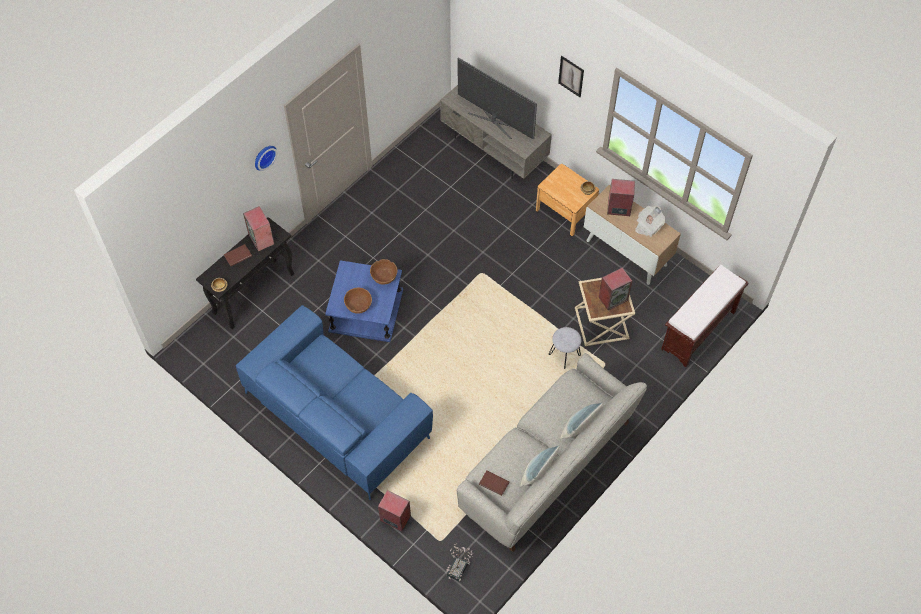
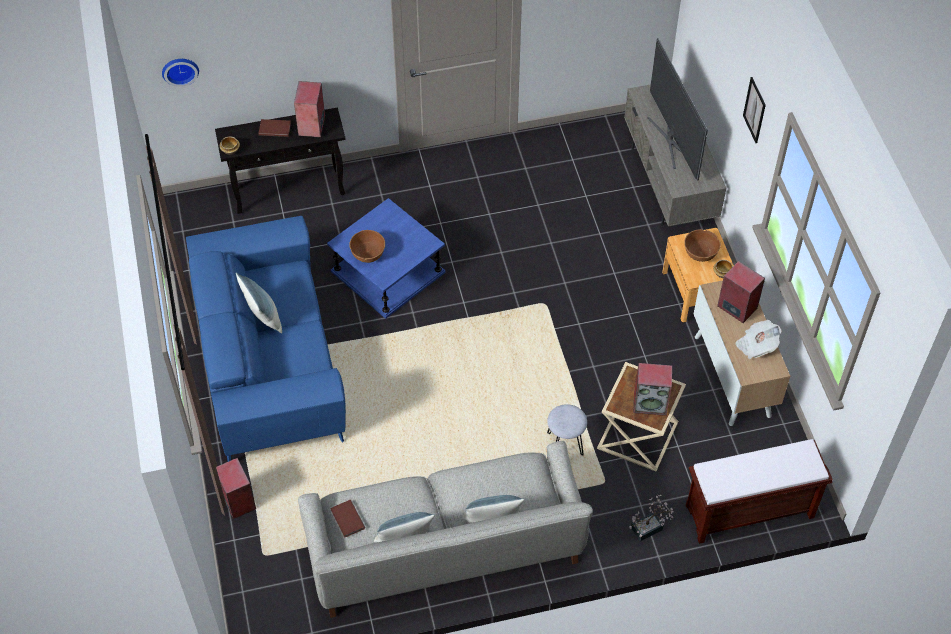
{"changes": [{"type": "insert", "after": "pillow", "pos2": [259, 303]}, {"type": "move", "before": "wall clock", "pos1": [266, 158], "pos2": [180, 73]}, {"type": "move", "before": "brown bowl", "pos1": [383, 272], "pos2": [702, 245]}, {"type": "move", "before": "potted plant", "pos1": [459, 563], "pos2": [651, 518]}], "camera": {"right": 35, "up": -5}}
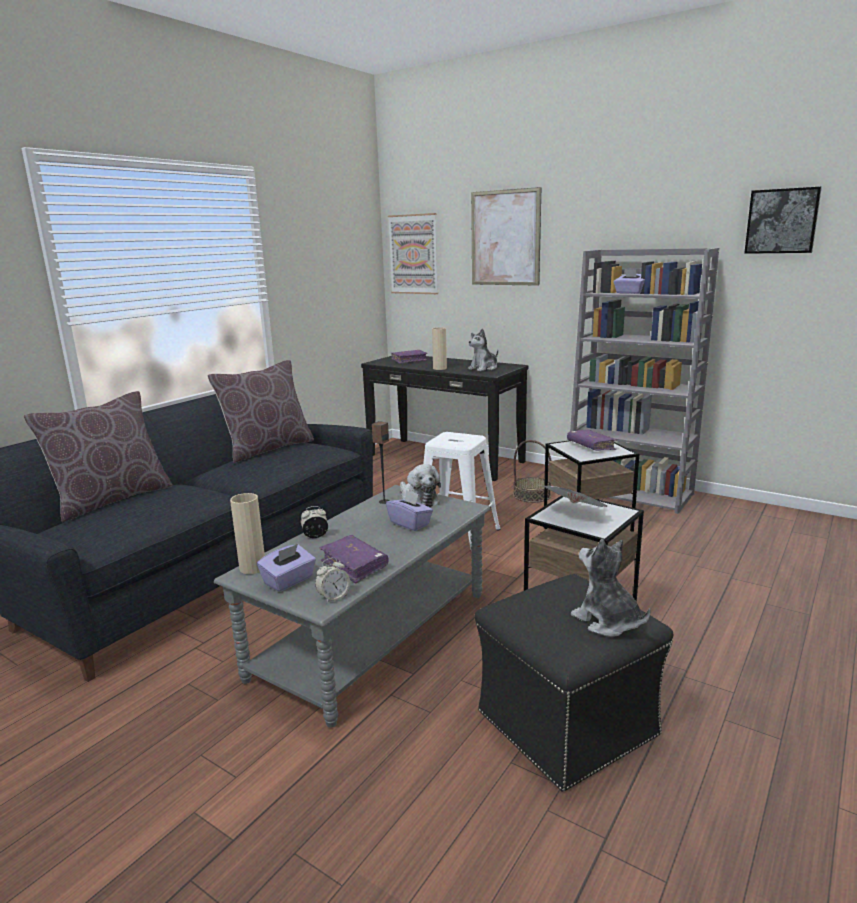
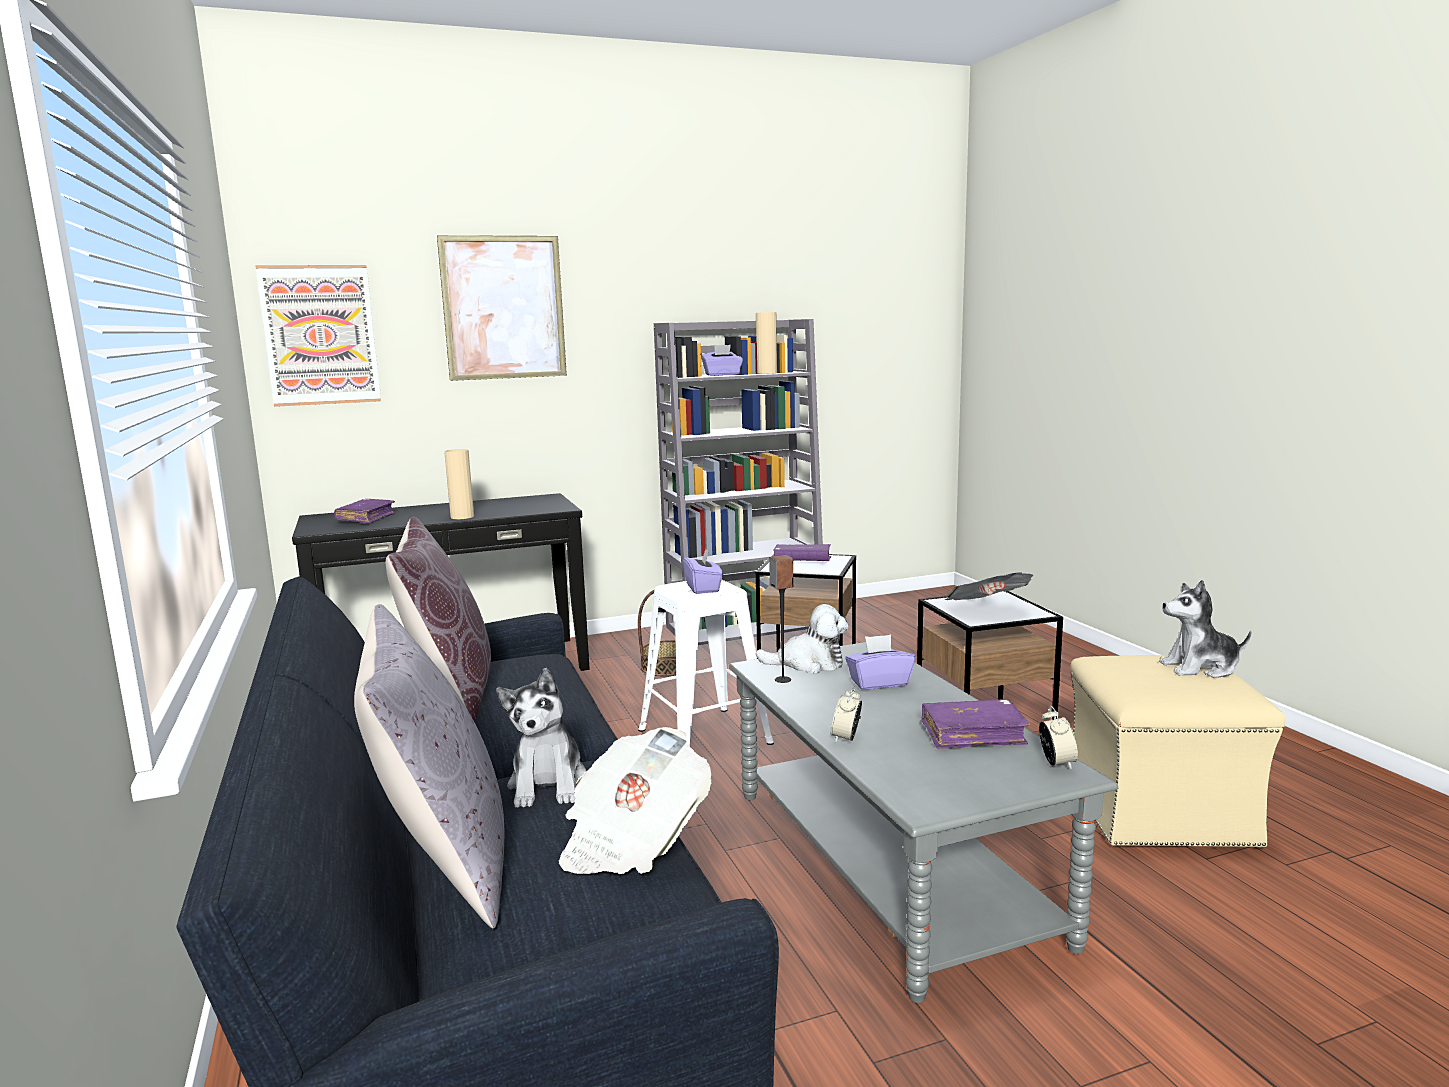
{"changes": [{"type": "delete", "before": "picture", "pos1": [783, 220]}, {"type": "insert", "after": "newspaper", "pos2": [635, 800]}, {"type": "move", "before": "beige vase", "pos1": [247, 533], "pos2": [766, 343]}, {"type": "move", "before": "purple tissue box", "pos1": [286, 568], "pos2": [703, 571]}, {"type": "move", "before": "plush toy", "pos1": [483, 349], "pos2": [541, 738]}, {"type": "recolor", "before": "brown pillow", "after": "grey pillow", "pos1": [97, 456], "pos2": [429, 766]}, {"type": "recolor", "before": "black ottoman", "after": "beige ottoman", "pos1": [573, 683], "pos2": [1178, 751]}], "camera": {"right": -55, "up": -5}}
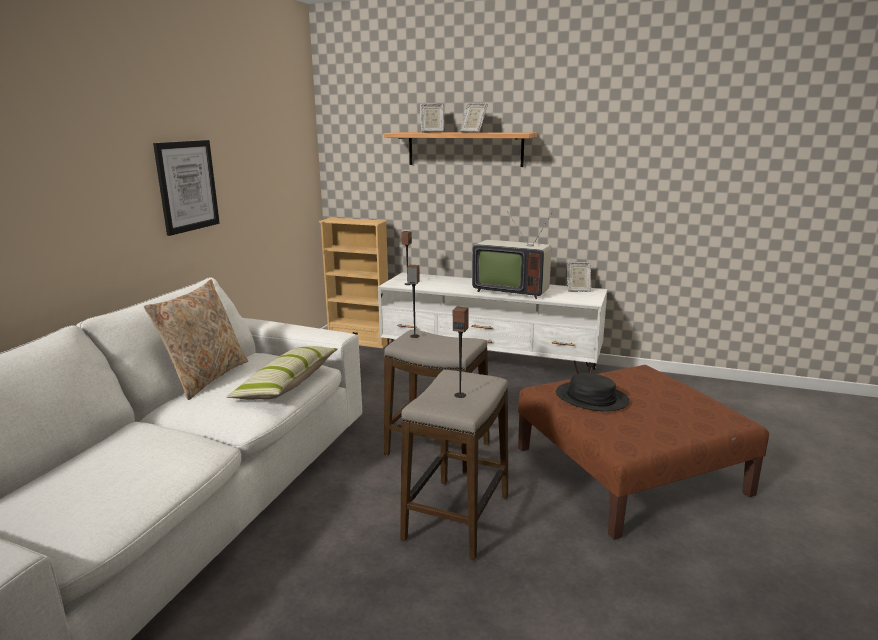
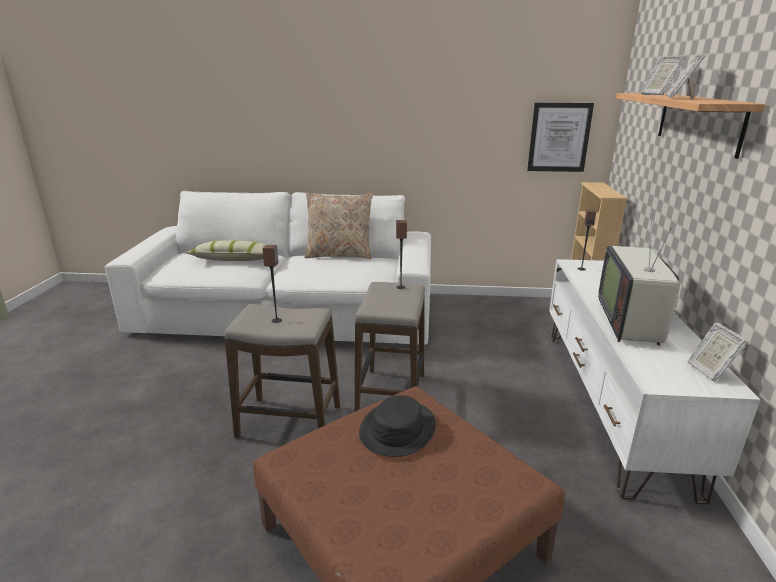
{"changes": [{"type": "move", "before": "picture", "pos1": [186, 188], "pos2": [560, 137]}, {"type": "move", "before": "pillow", "pos1": [282, 373], "pos2": [227, 250]}], "camera": {"right": 75, "up": 5}}
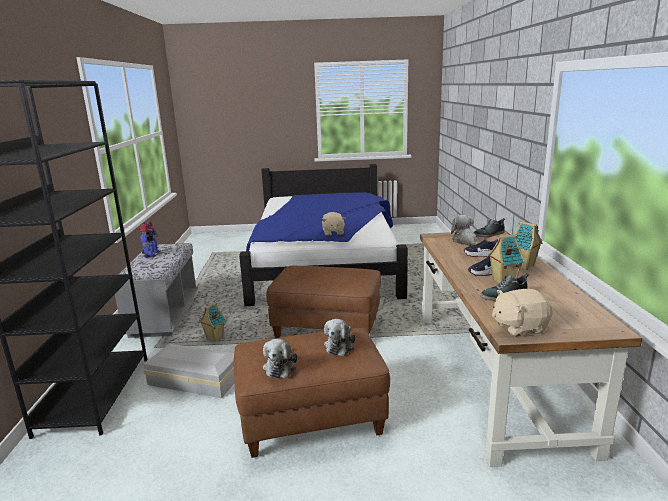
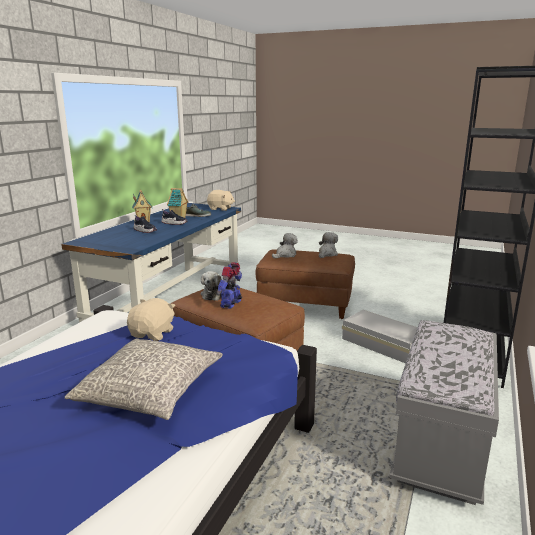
{"changes": [{"type": "delete", "before": "toy house", "pos1": [212, 321]}, {"type": "delete", "before": "shoe", "pos1": [489, 227]}, {"type": "insert", "after": "grey pillow", "pos2": [144, 379]}, {"type": "move", "before": "toy robot", "pos1": [149, 239], "pos2": [229, 285]}, {"type": "move", "before": "plush toy", "pos1": [464, 230], "pos2": [211, 286]}, {"type": "recolor", "before": "brown desk", "after": "blue desk", "pos1": [531, 349], "pos2": [151, 263]}], "camera": {"right": -155, "up": 0}}
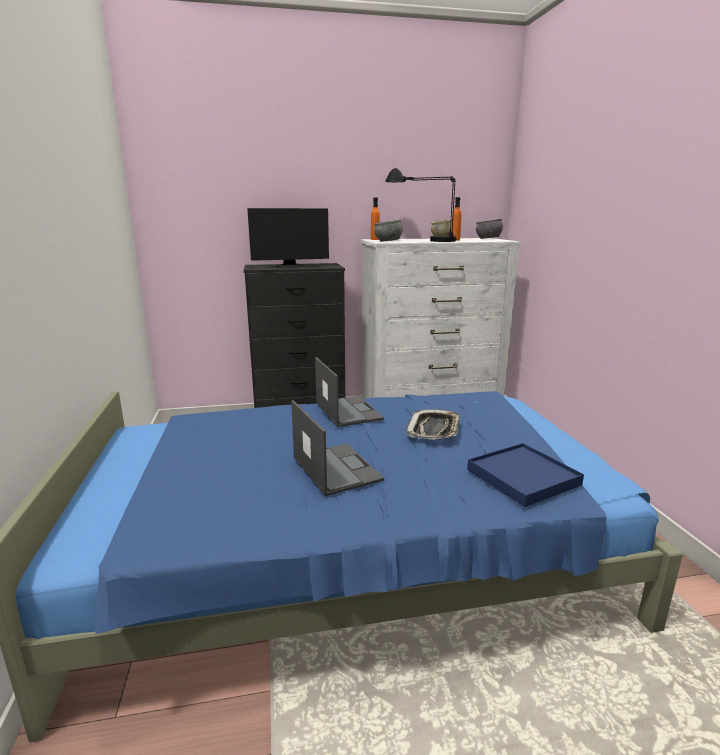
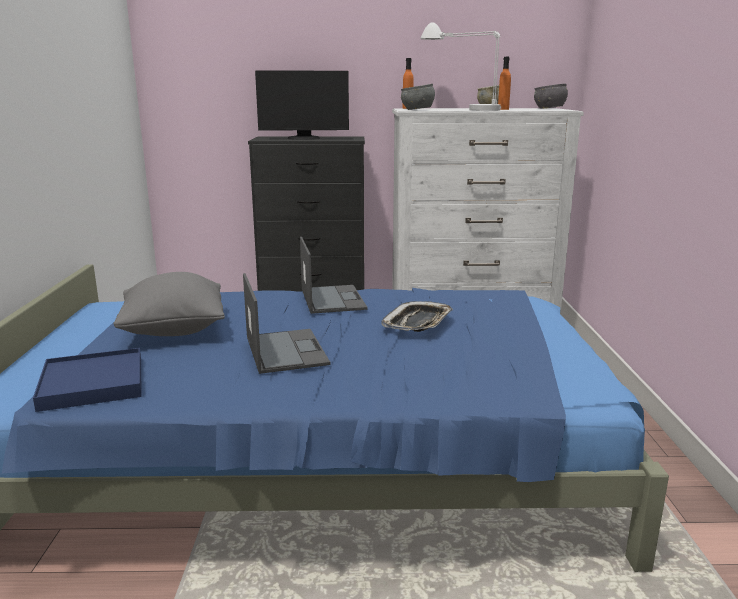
{"changes": [{"type": "insert", "after": "grey pillow", "pos2": [169, 304]}, {"type": "move", "before": "blue tray", "pos1": [525, 475], "pos2": [87, 380]}, {"type": "recolor", "before": "black table lamp", "after": "white table lamp", "pos1": [421, 205], "pos2": [460, 66]}], "camera": {"right": 10, "up": 0}}
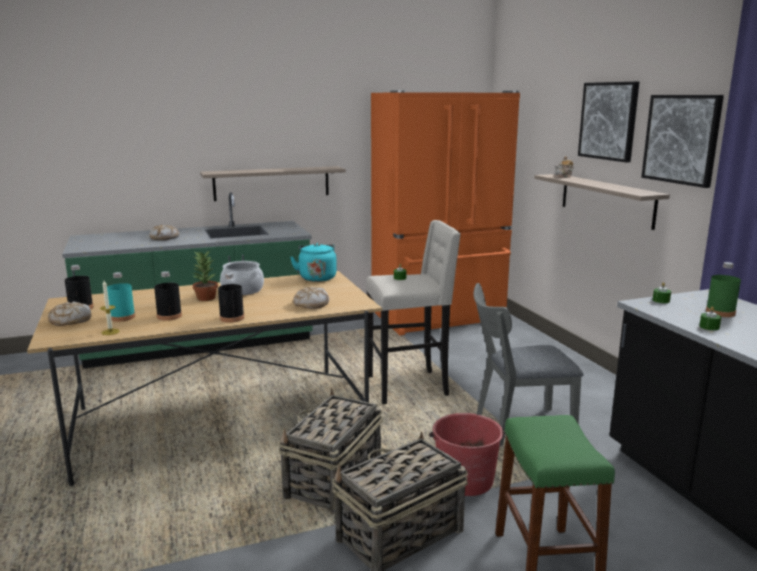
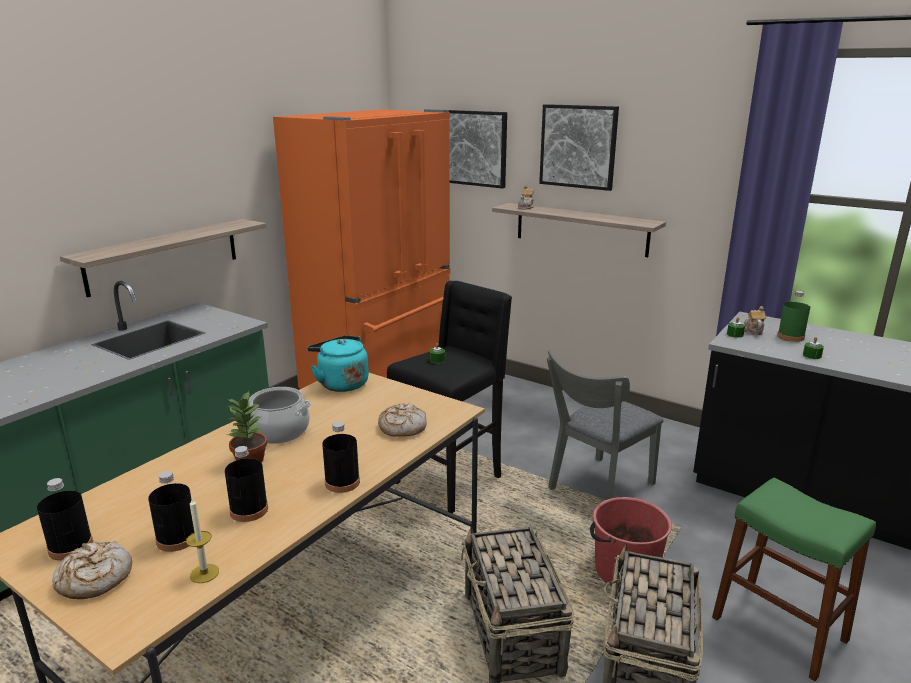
{"changes": [{"type": "delete", "before": "bread", "pos1": [164, 232]}, {"type": "insert", "after": "teapot", "pos2": [755, 320]}, {"type": "move", "before": "picture", "pos1": [682, 141], "pos2": [478, 149]}, {"type": "recolor", "before": "turquoise bottle", "after": "black bottle", "pos1": [121, 297], "pos2": [171, 511]}, {"type": "recolor", "before": "beige stool", "after": "black stool", "pos1": [413, 312], "pos2": [449, 397]}], "camera": {"right": -35, "up": 5}}
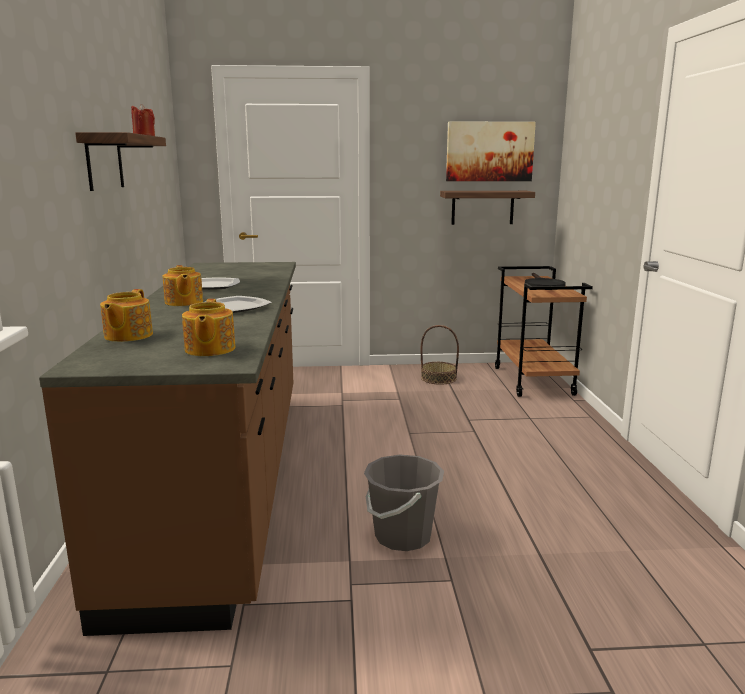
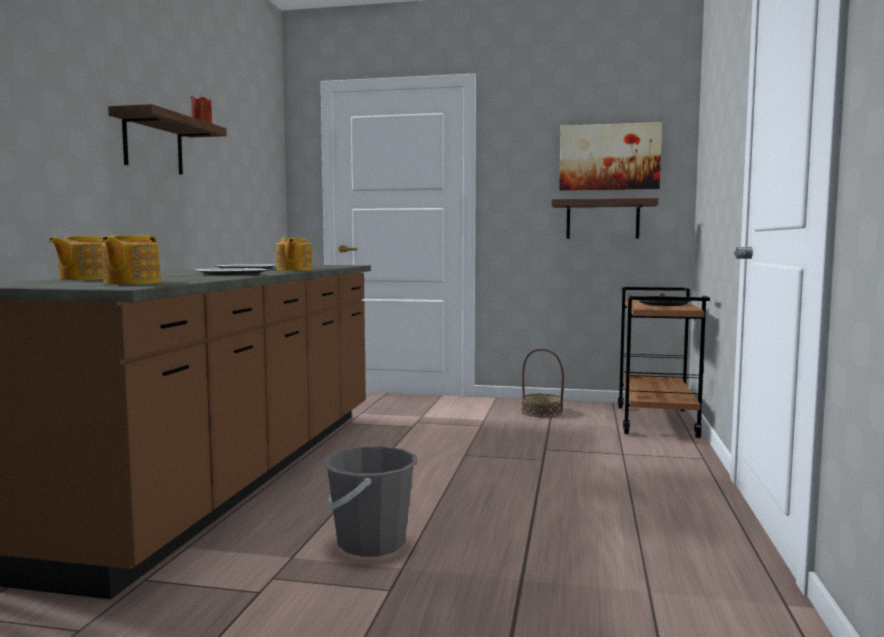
{"changes": [{"type": "move", "before": "teapot", "pos1": [182, 285], "pos2": [294, 254]}], "camera": {"right": 15, "up": -10}}
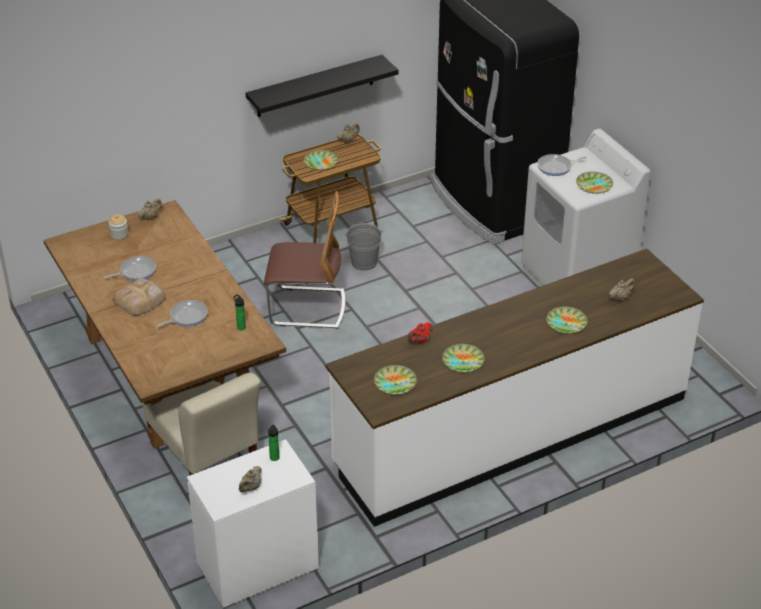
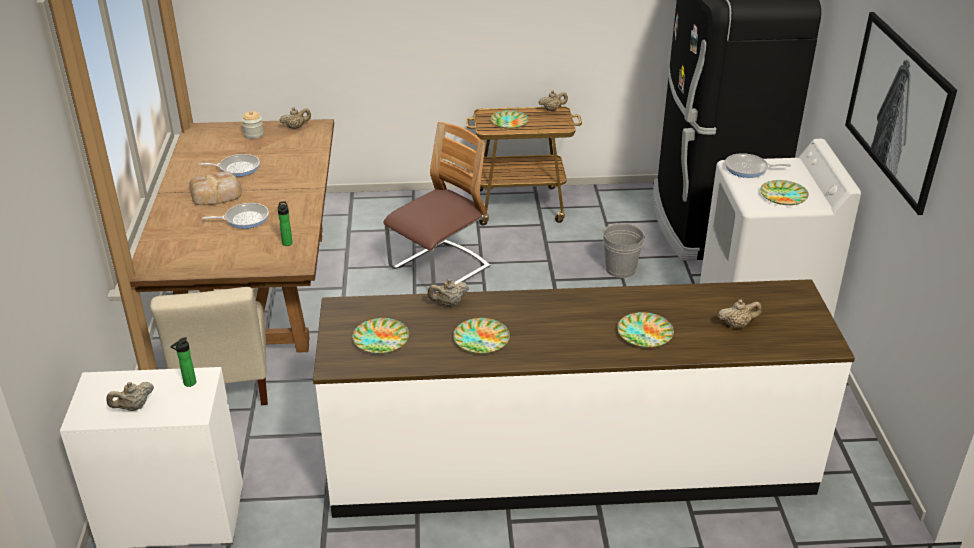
{"changes": [{"type": "delete", "before": "black shelf", "pos1": [322, 86]}, {"type": "insert", "after": "picture", "pos2": [901, 113]}, {"type": "move", "before": "grey bucket", "pos1": [363, 247], "pos2": [624, 250]}, {"type": "recolor", "before": "red teapot", "after": "beige teapot", "pos1": [419, 332], "pos2": [448, 292]}, {"type": "rotate", "before": "chair", "pos1": [305, 260], "pos2": [436, 207], "turn": -75}], "camera": {"right": 25, "up": -5}}
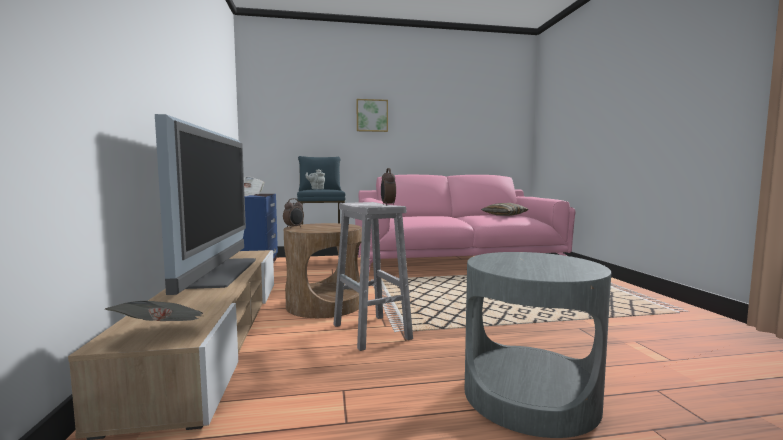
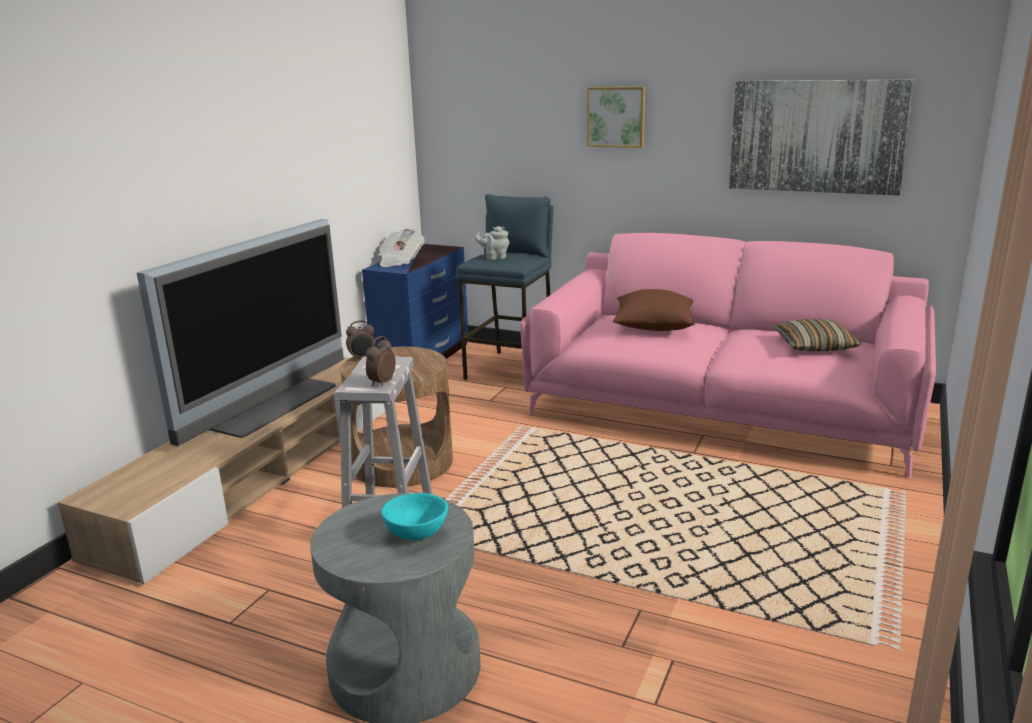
{"changes": [{"type": "delete", "before": "newspaper", "pos1": [154, 311]}, {"type": "insert", "after": "turquoise bowl", "pos2": [414, 516]}, {"type": "insert", "after": "brown pillow", "pos2": [654, 310]}, {"type": "insert", "after": "picture", "pos2": [822, 138]}], "camera": {"right": 35, "up": 15}}
